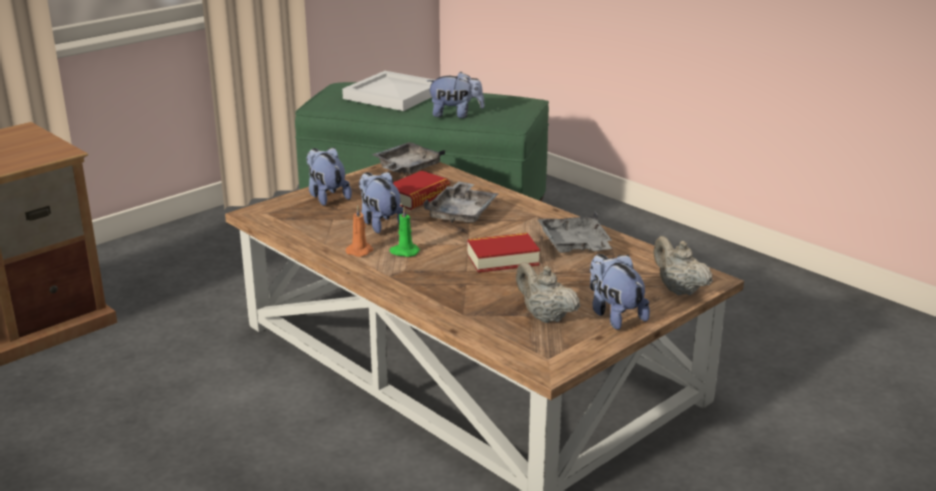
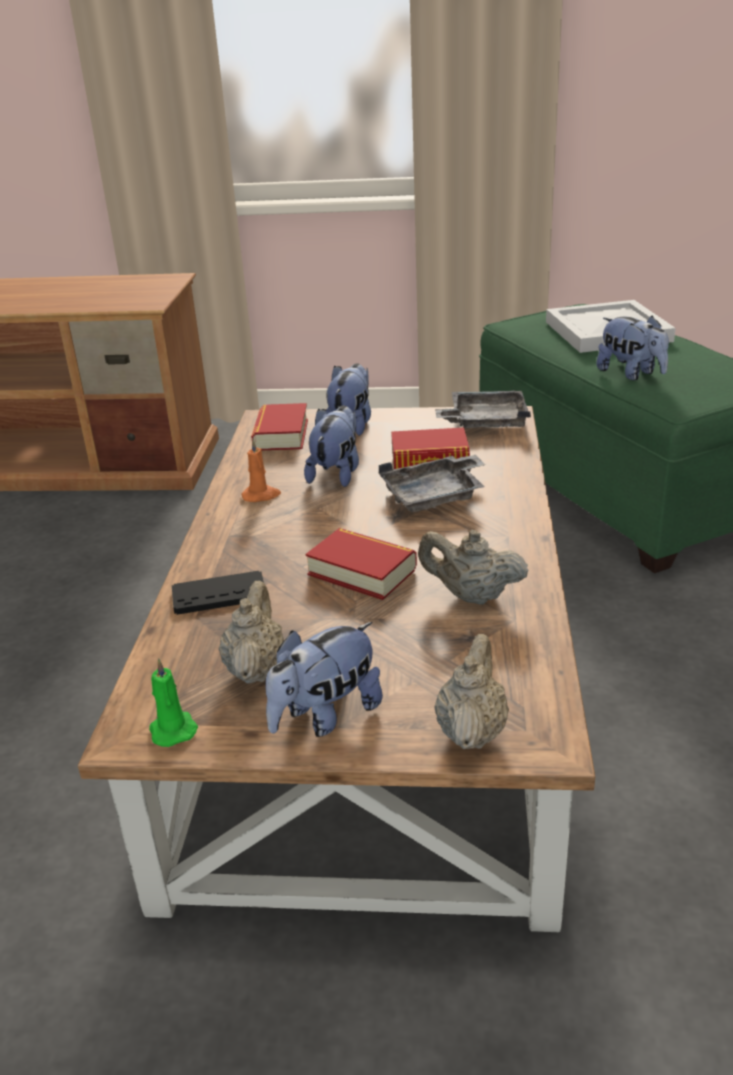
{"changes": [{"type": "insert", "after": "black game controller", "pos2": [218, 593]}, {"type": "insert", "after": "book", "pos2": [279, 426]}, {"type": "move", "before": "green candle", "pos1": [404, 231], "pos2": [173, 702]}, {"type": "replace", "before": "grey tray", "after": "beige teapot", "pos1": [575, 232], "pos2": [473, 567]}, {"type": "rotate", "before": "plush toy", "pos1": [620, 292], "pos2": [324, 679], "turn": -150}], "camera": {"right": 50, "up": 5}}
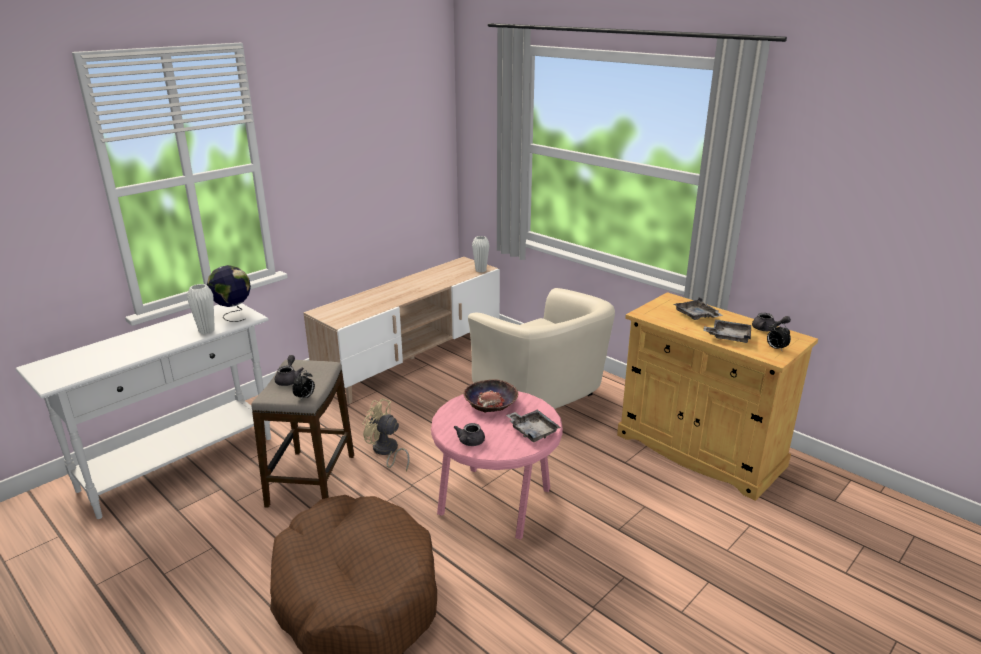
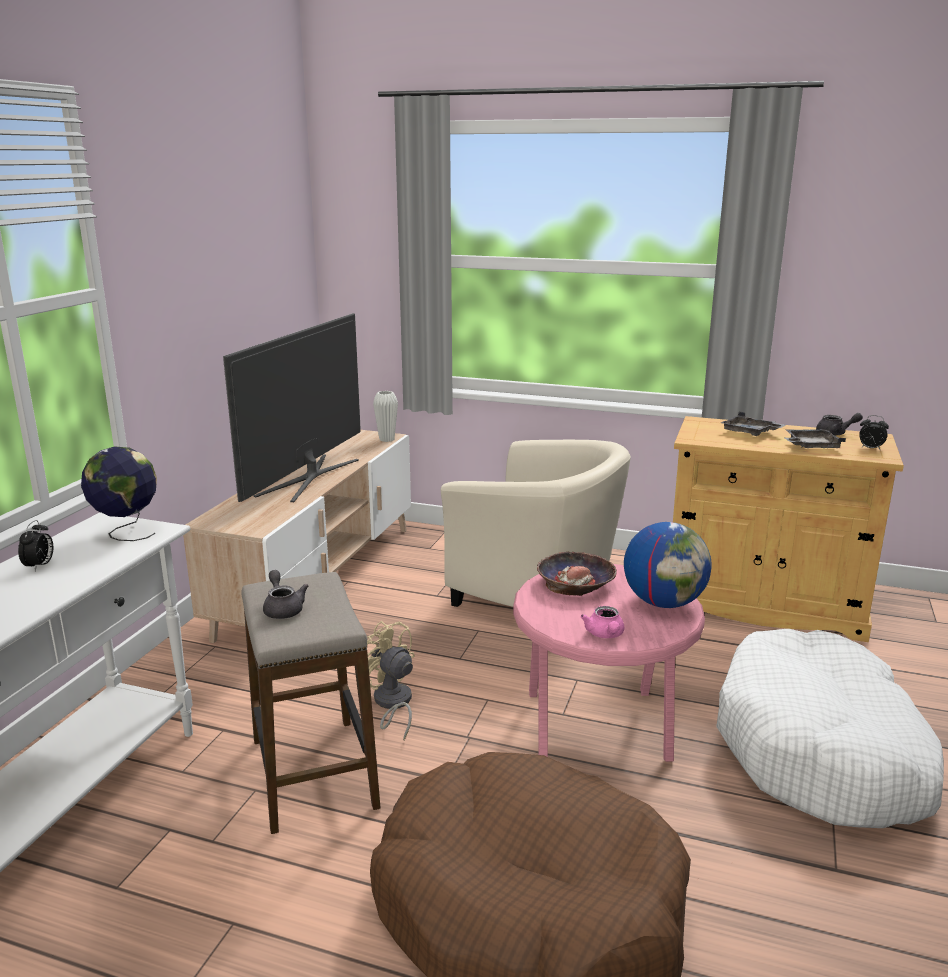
{"changes": [{"type": "delete", "before": "white vase", "pos1": [201, 309]}, {"type": "insert", "after": "television", "pos2": [292, 407]}, {"type": "insert", "after": "white dog bed", "pos2": [830, 728]}, {"type": "move", "before": "alarm clock", "pos1": [303, 385], "pos2": [35, 545]}, {"type": "replace", "before": "grey tray", "after": "globe", "pos1": [533, 426], "pos2": [668, 565]}, {"type": "recolor", "before": "grey teapot", "after": "pink teapot", "pos1": [469, 434], "pos2": [602, 622]}, {"type": "rotate", "before": "beige fan", "pos1": [386, 434], "pos2": [391, 681], "turn": 45}], "camera": {"right": -25, "up": -5}}
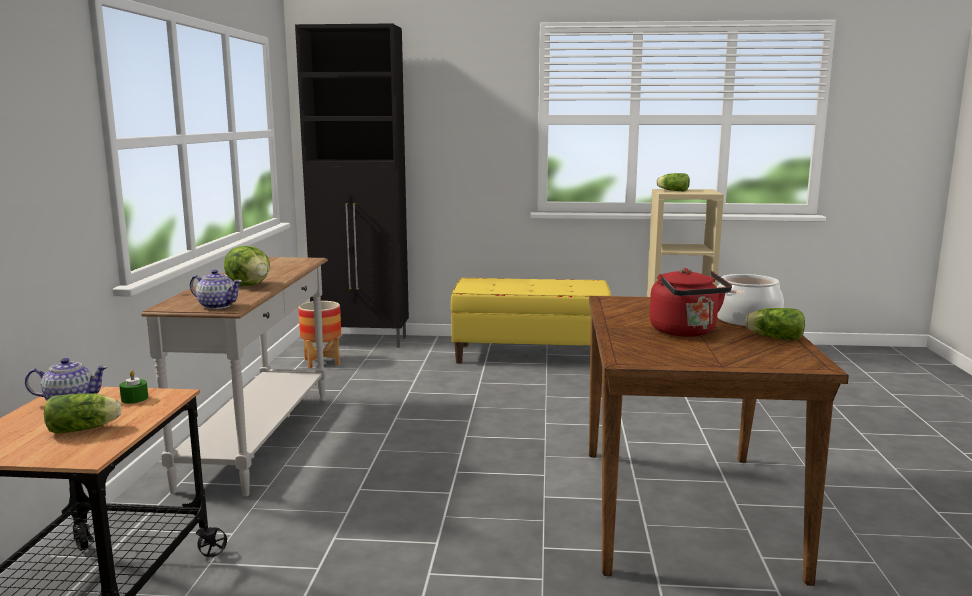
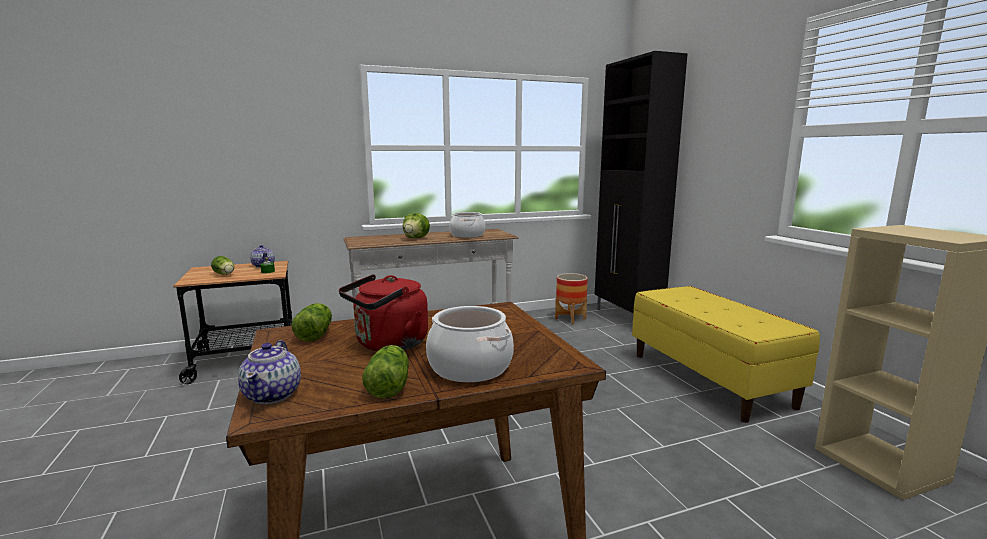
{"changes": [{"type": "insert", "after": "cooking pot", "pos2": [467, 225]}, {"type": "move", "before": "teapot", "pos1": [216, 289], "pos2": [269, 372]}, {"type": "move", "before": "lettuce", "pos1": [673, 182], "pos2": [311, 322]}], "camera": {"right": 65, "up": 0}}
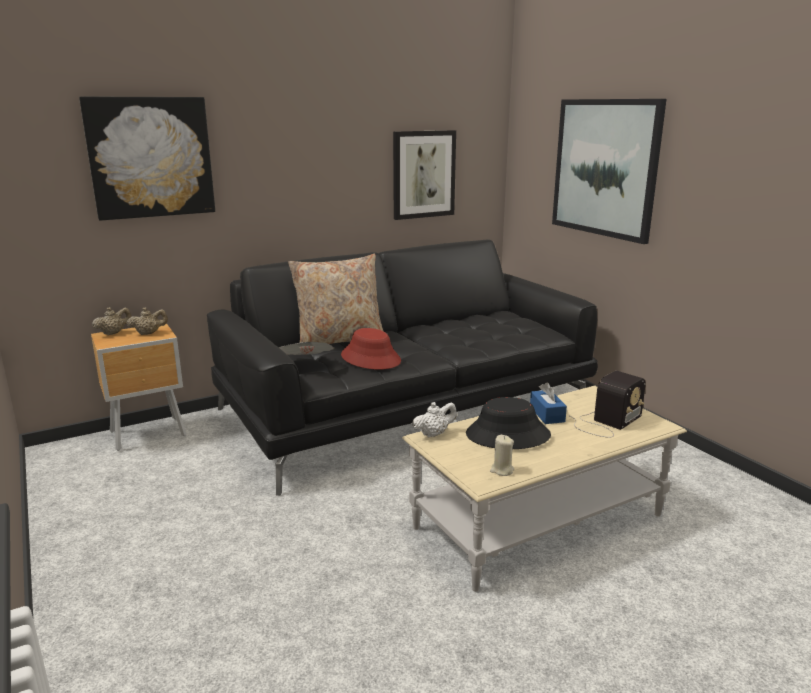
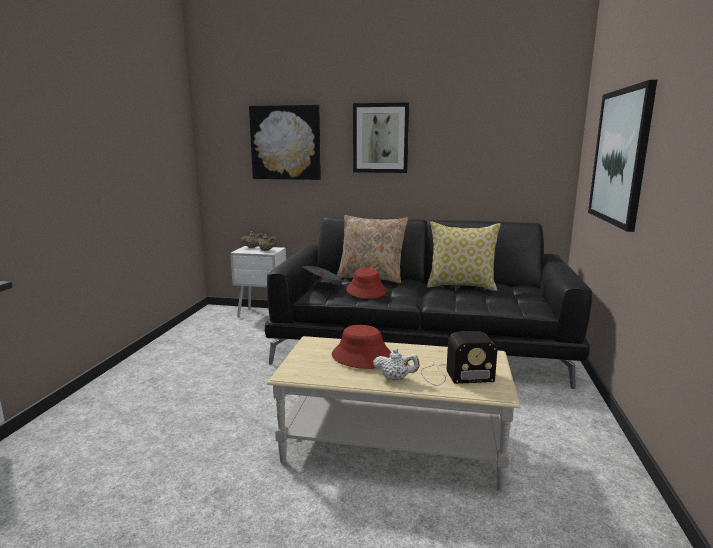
{"changes": [{"type": "delete", "before": "beige candle", "pos1": [502, 455]}, {"type": "delete", "before": "blue tissue box", "pos1": [548, 403]}, {"type": "insert", "after": "pillow", "pos2": [464, 256]}, {"type": "move", "before": "picture", "pos1": [424, 175], "pos2": [381, 137]}, {"type": "move", "before": "white teapot", "pos1": [434, 419], "pos2": [396, 364]}, {"type": "recolor", "before": "brown nightstand", "after": "white nightstand", "pos1": [138, 387], "pos2": [258, 282]}, {"type": "recolor", "before": "black hat", "after": "red hat", "pos1": [508, 423], "pos2": [361, 347]}], "camera": {"right": 40, "up": -5}}
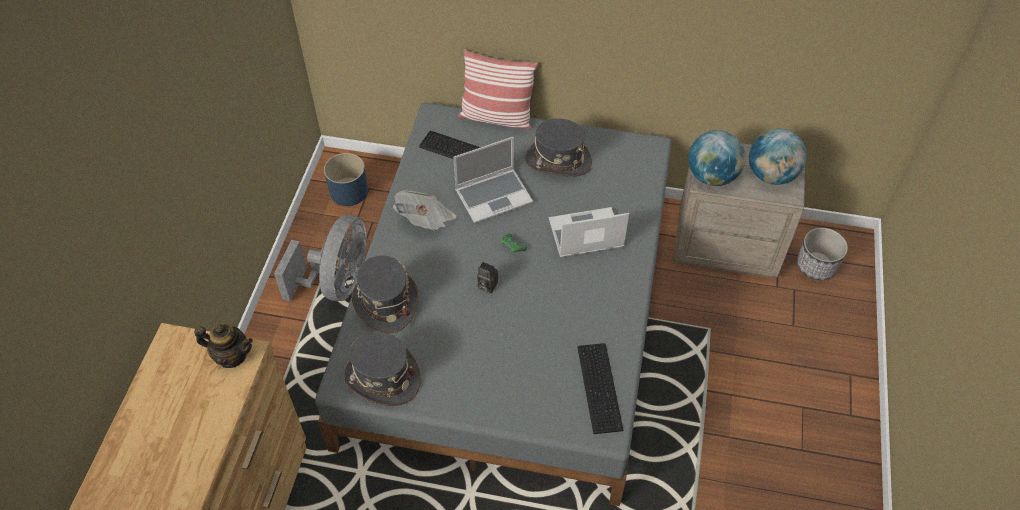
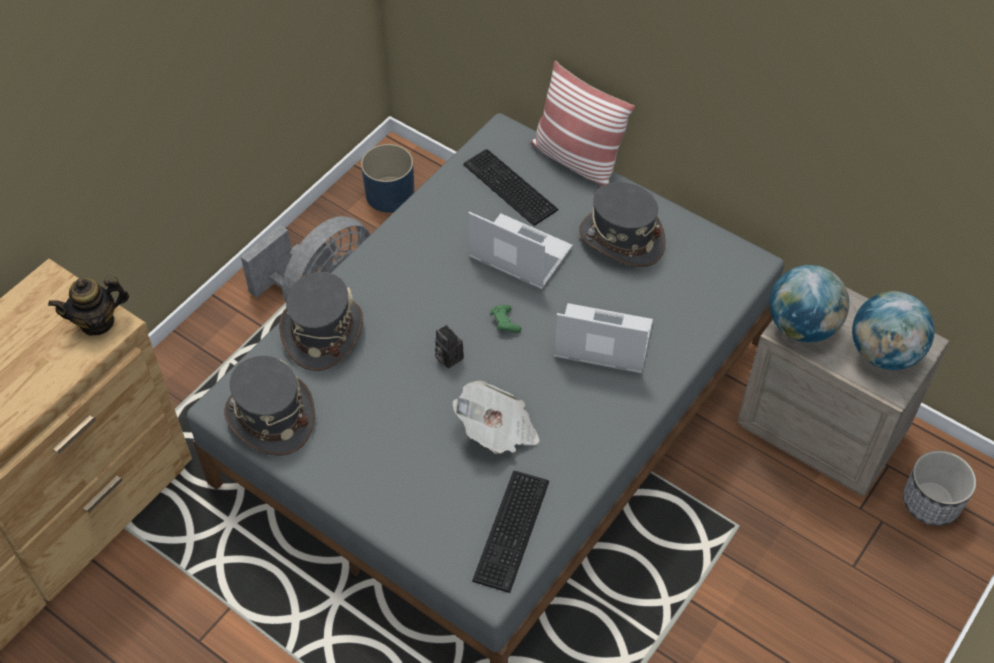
{"changes": [{"type": "move", "before": "newspaper", "pos1": [424, 210], "pos2": [496, 417]}, {"type": "rotate", "before": "teapot", "pos1": [223, 345], "pos2": [88, 306], "turn": 120}, {"type": "rotate", "before": "laptop", "pos1": [493, 180], "pos2": [520, 250], "turn": -150}], "camera": {"right": 25, "up": 0}}
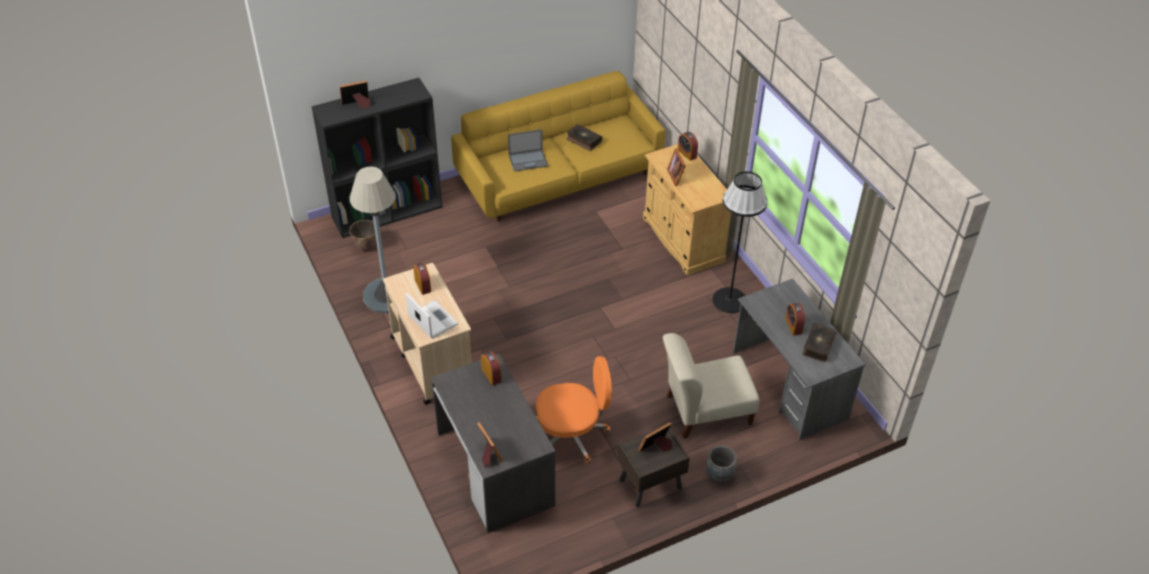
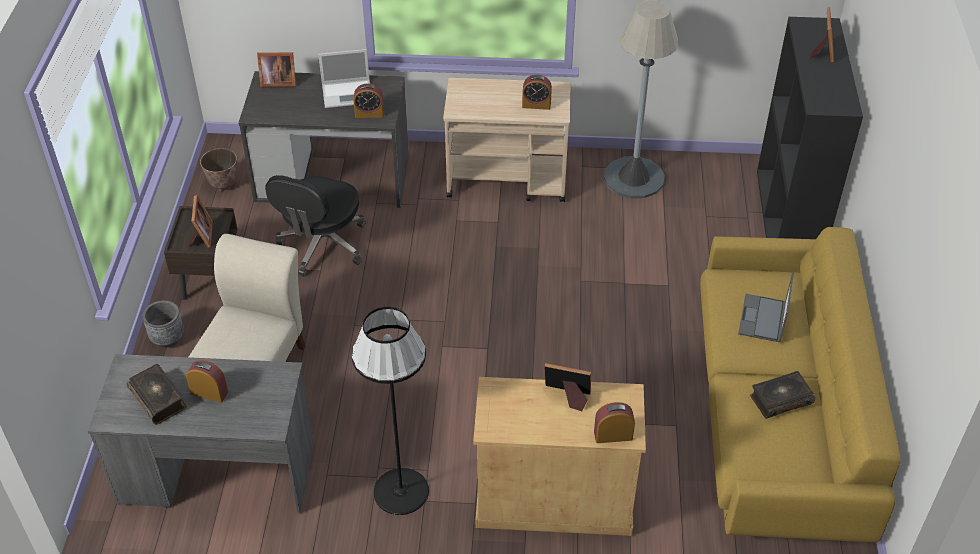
{"changes": [{"type": "move", "before": "planter", "pos1": [362, 236], "pos2": [218, 170]}, {"type": "move", "before": "laptop", "pos1": [431, 316], "pos2": [344, 78]}, {"type": "recolor", "before": "orange office chair", "after": "black office chair", "pos1": [574, 410], "pos2": [315, 225]}], "camera": {"right": 120, "up": 0}}
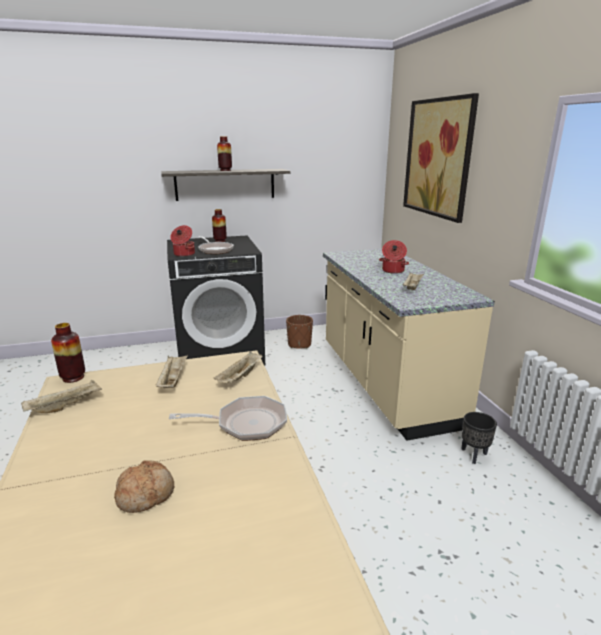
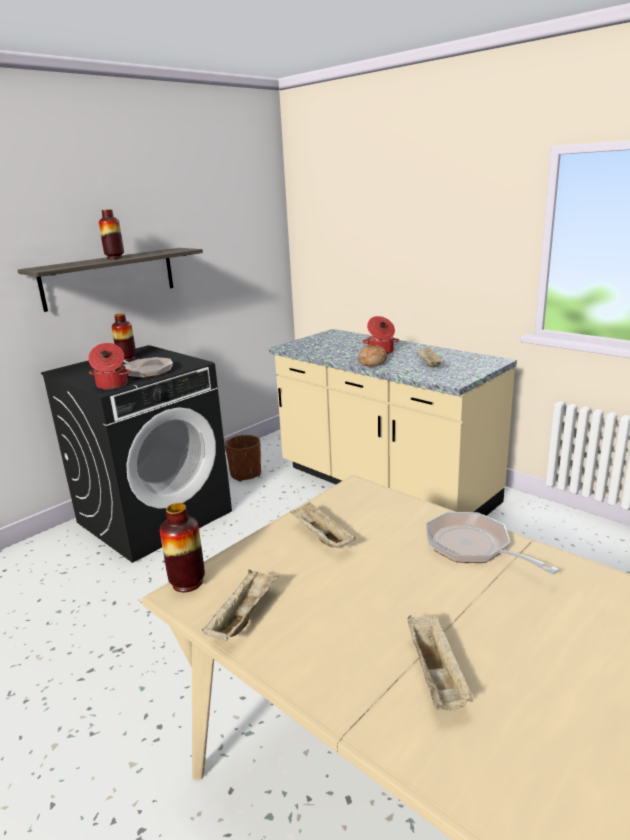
{"changes": [{"type": "delete", "before": "picture", "pos1": [441, 158]}, {"type": "delete", "before": "black planter", "pos1": [479, 438]}, {"type": "move", "before": "bread", "pos1": [144, 486], "pos2": [372, 356]}, {"type": "move", "before": "beige tray", "pos1": [238, 367], "pos2": [440, 662]}, {"type": "rotate", "before": "frying pan", "pos1": [228, 418], "pos2": [492, 543], "turn": -90}], "camera": {"right": -30, "up": 0}}
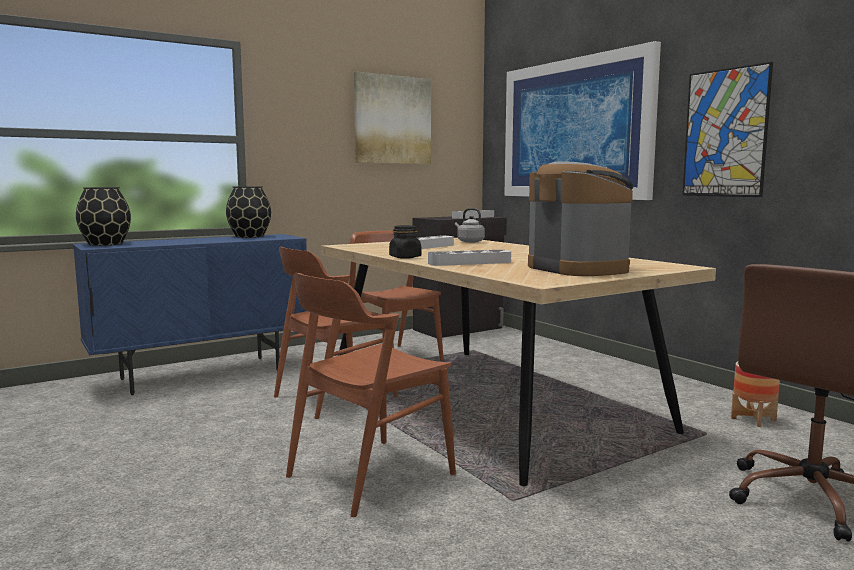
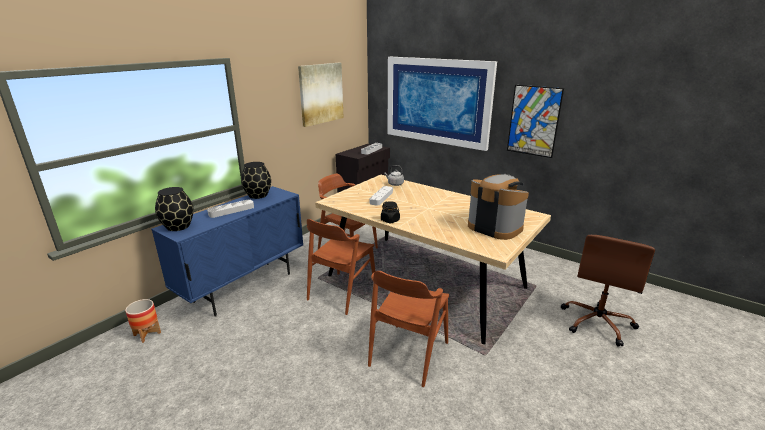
{"changes": [{"type": "move", "before": "grey tray", "pos1": [469, 258], "pos2": [230, 208]}, {"type": "move", "before": "planter", "pos1": [755, 394], "pos2": [143, 321]}], "camera": {"right": -20, "up": 15}}
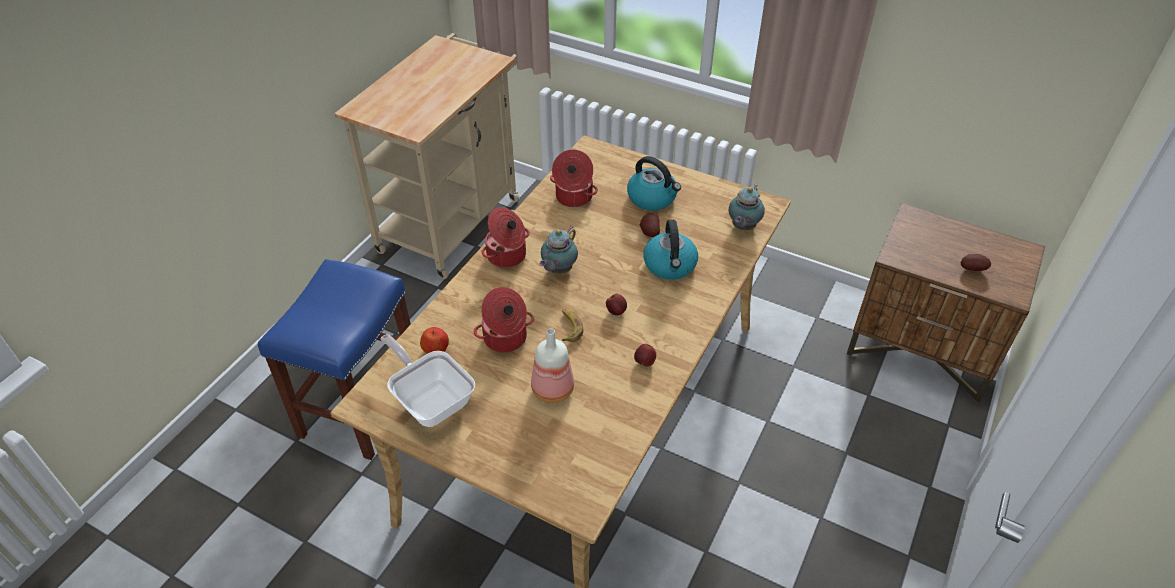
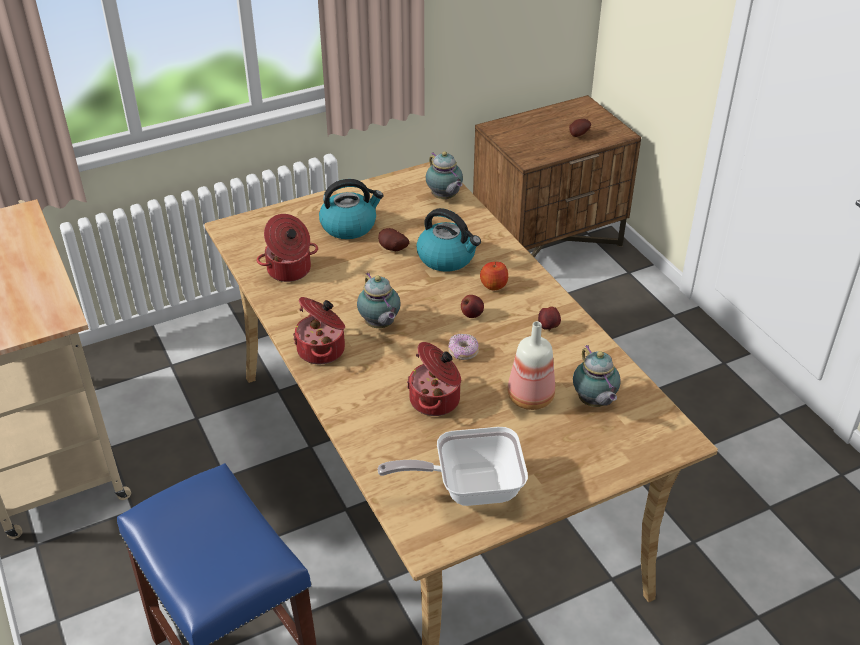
{"changes": [{"type": "insert", "after": "teapot", "pos2": [597, 376]}, {"type": "move", "before": "apple", "pos1": [434, 340], "pos2": [494, 276]}, {"type": "replace", "before": "banana", "after": "donut", "pos1": [572, 325], "pos2": [464, 347]}], "camera": {"right": -55, "up": -5}}
